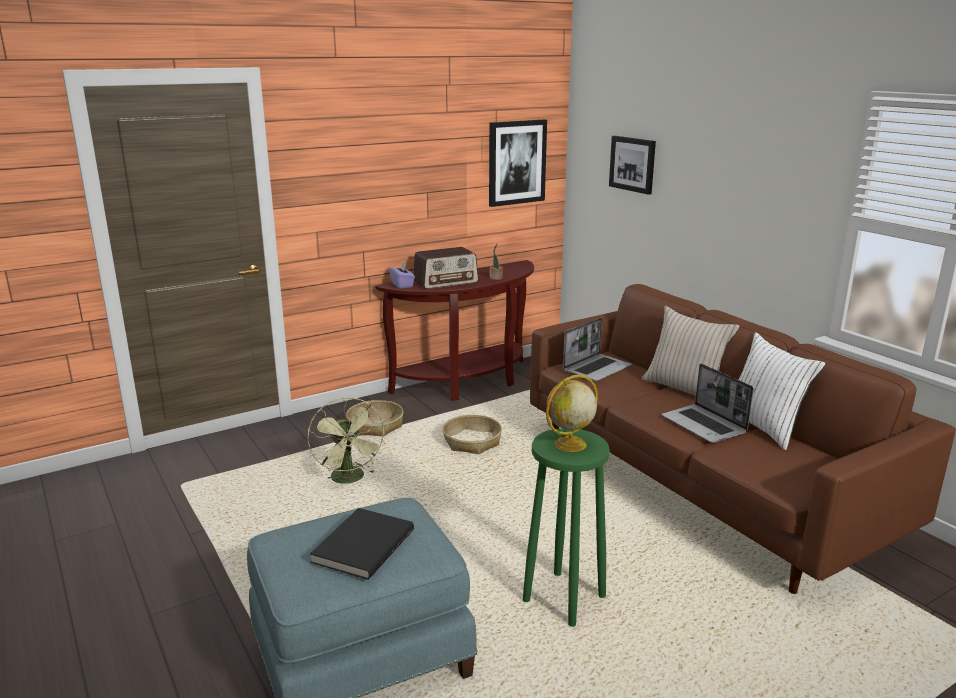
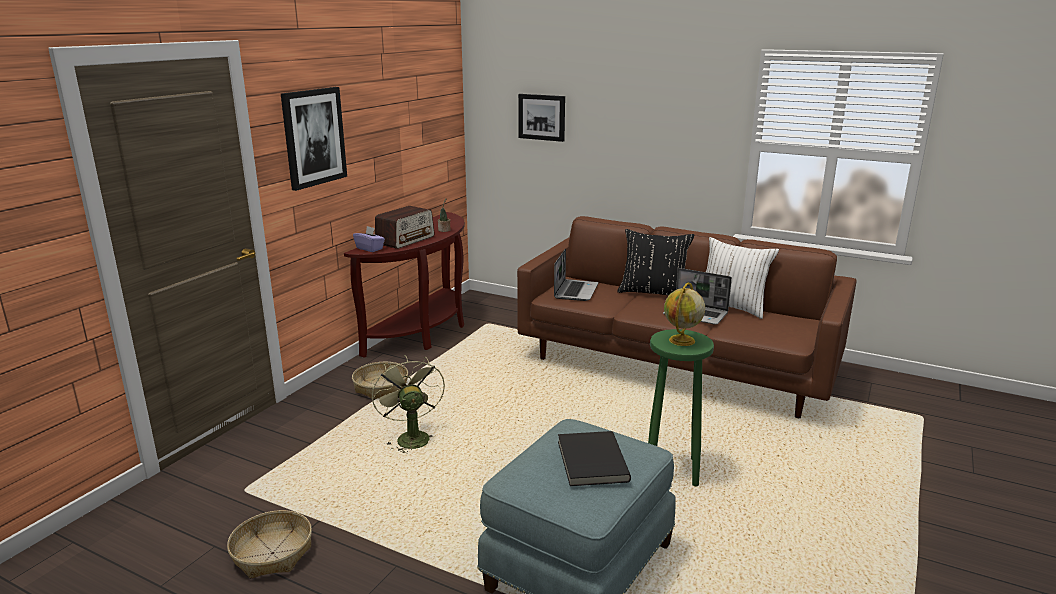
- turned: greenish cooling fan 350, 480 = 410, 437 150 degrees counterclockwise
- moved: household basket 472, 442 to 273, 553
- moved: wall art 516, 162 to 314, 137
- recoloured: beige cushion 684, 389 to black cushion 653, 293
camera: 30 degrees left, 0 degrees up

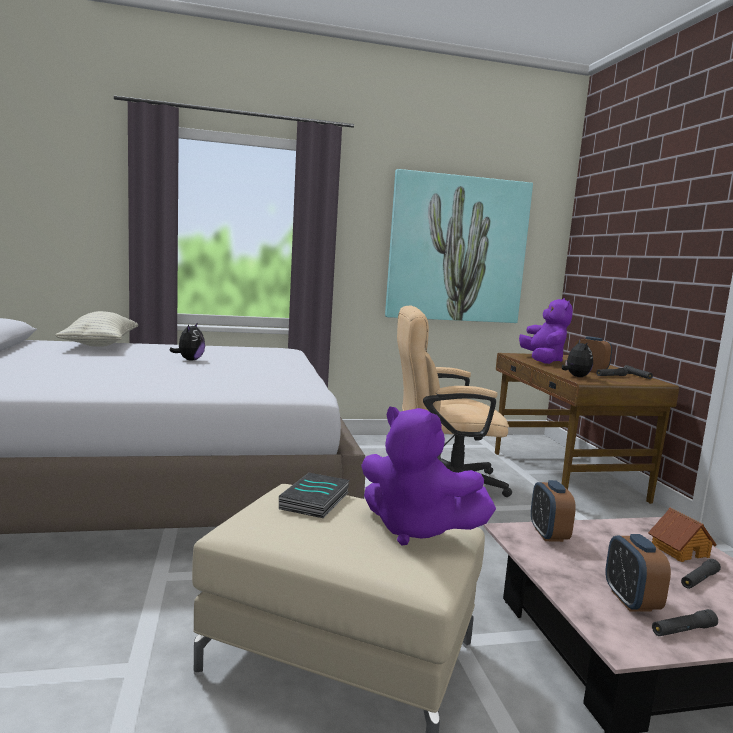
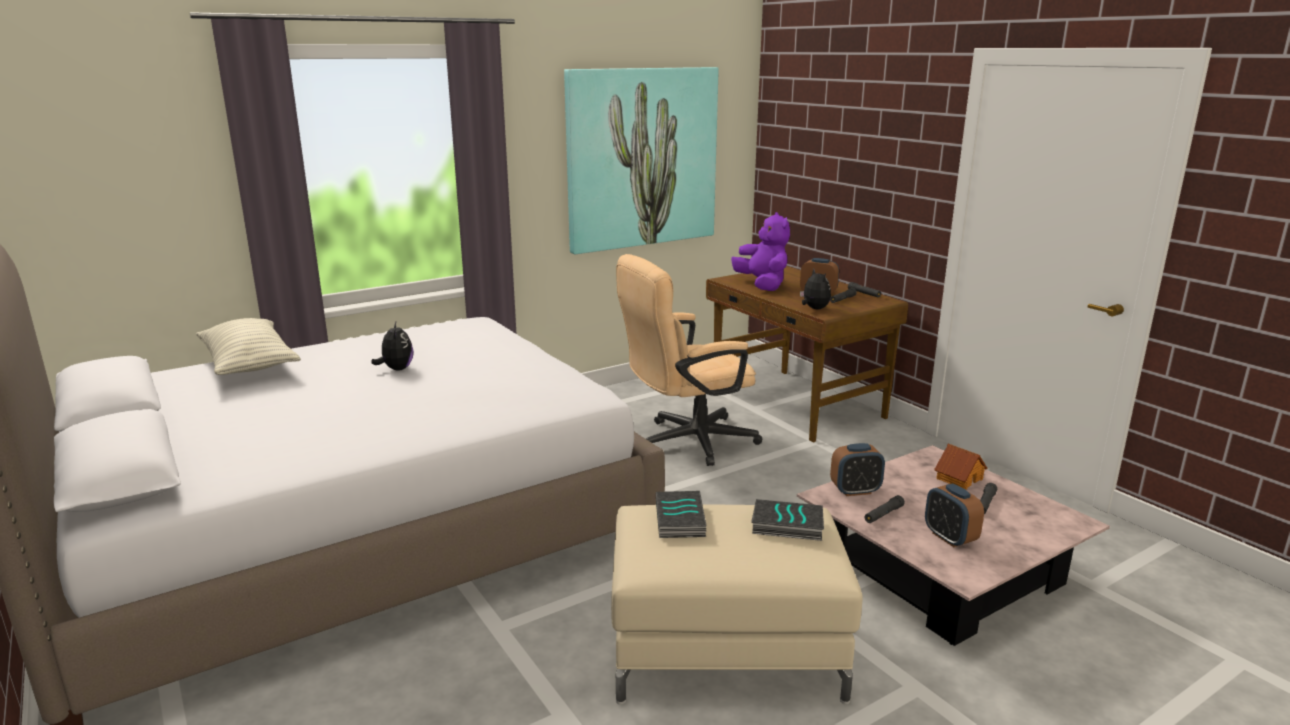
- replaced: purplish soft toy 416, 529 to volume 786, 526
- turned: alarm clock 548, 534 = 855, 491 75 degrees counterclockwise
- moved: black flashlight 683, 630 to 883, 514
camera: 20 degrees left, 10 degrees up

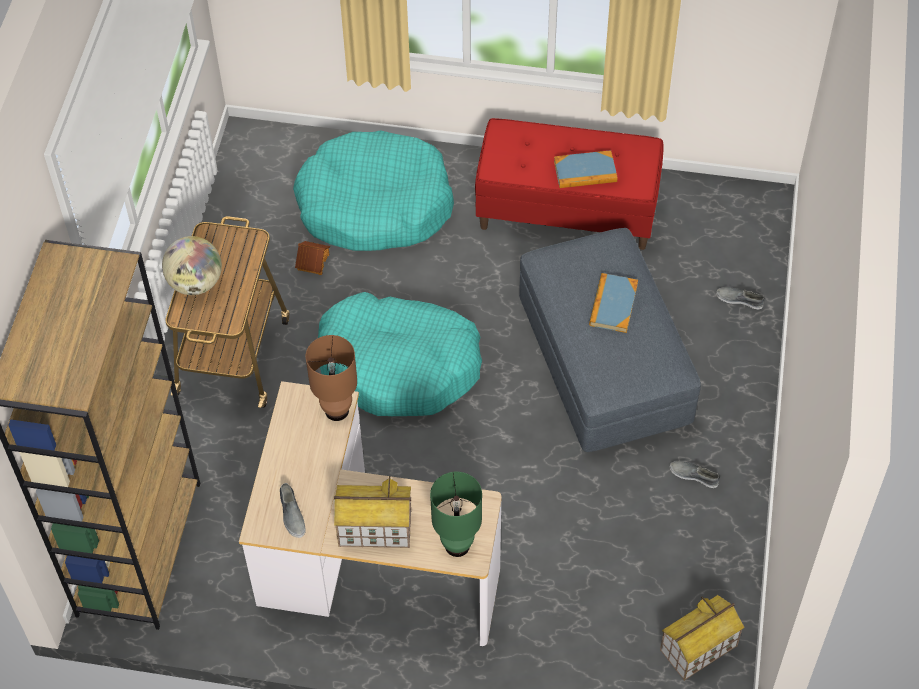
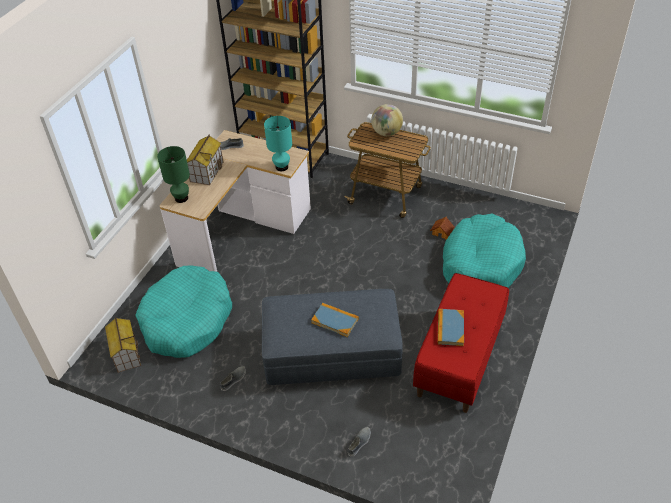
- recoloured: brownish table lamp 337, 411 to turquoise-coloured table lamp 281, 167
- moved: turquoise-coloured pet bed 399, 366 to 187, 320
camera: 105 degrees right, 10 degrees down

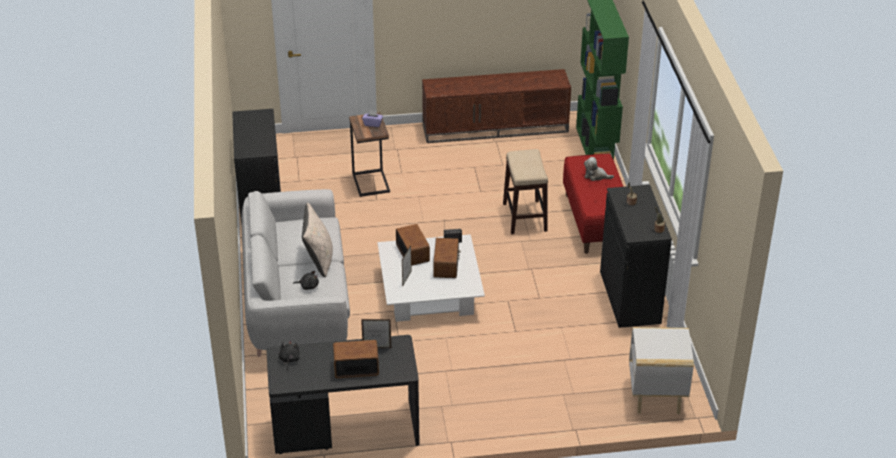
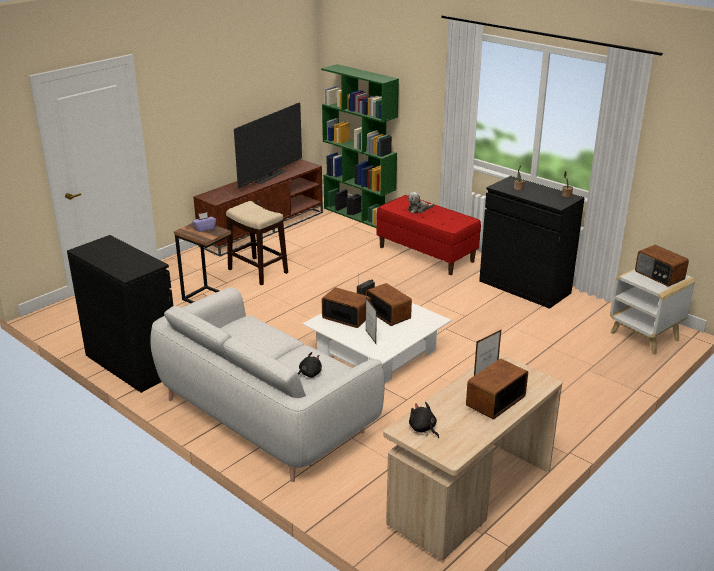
- recoloured: black desk 345, 429 to beige desk 469, 496
- removed: beige cushion 319, 260
- moved: stool seat 525, 217 to 258, 271
- added: television 270, 177
- added: radio receiver 659, 276
camera: 40 degrees left, 10 degrees down

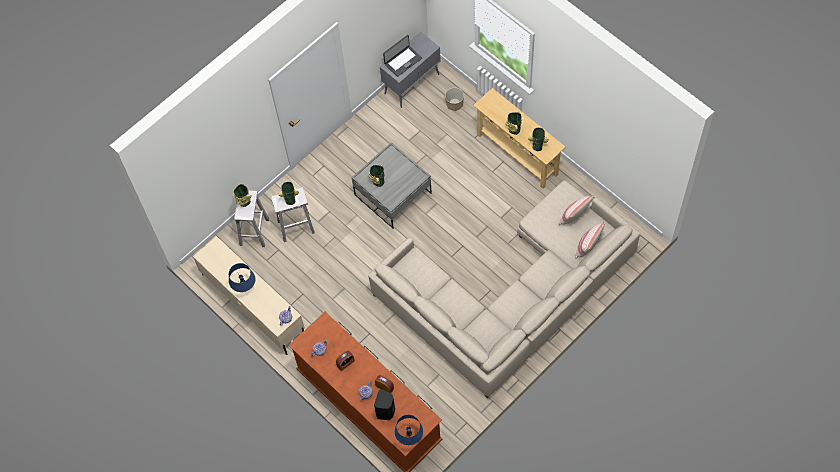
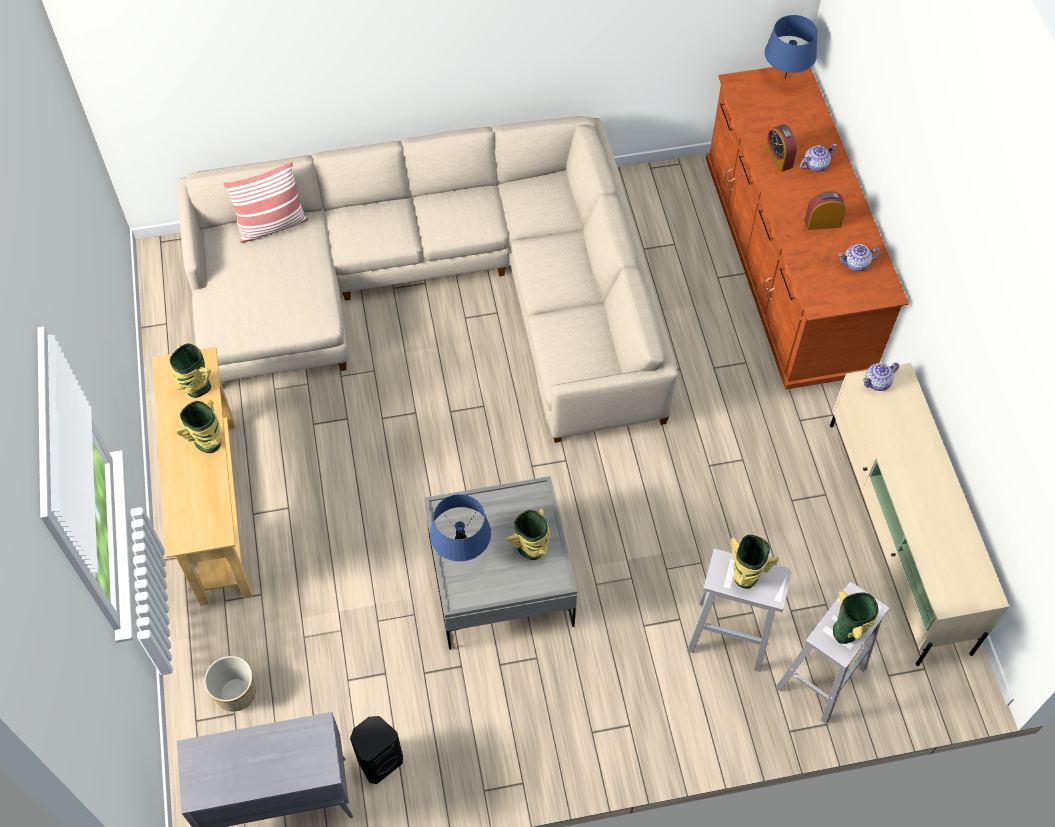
- moved: blue-coloured table lamp 244, 287 to 462, 551
- moved: black audio speaker 386, 411 to 379, 761
- removed: portable computer 402, 61
- removed: cushion 574, 216
camera: 150 degrees left, 5 degrees down

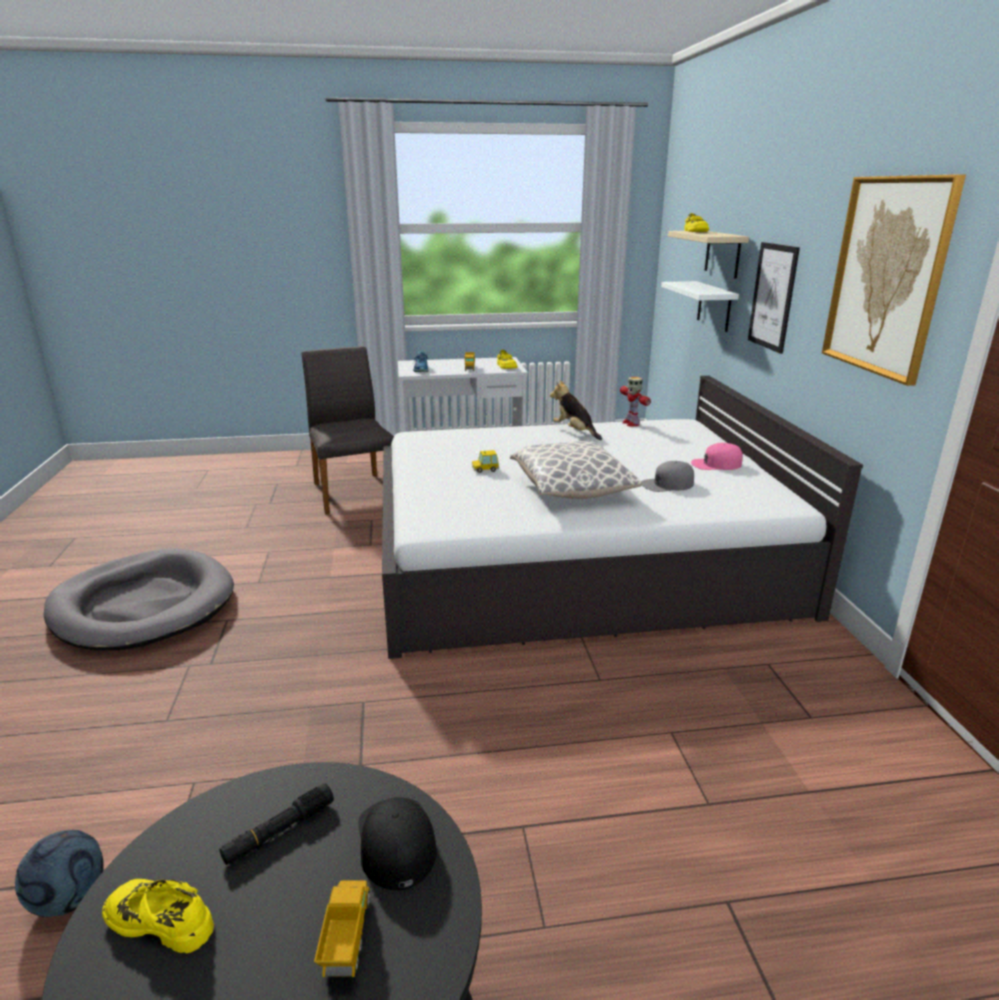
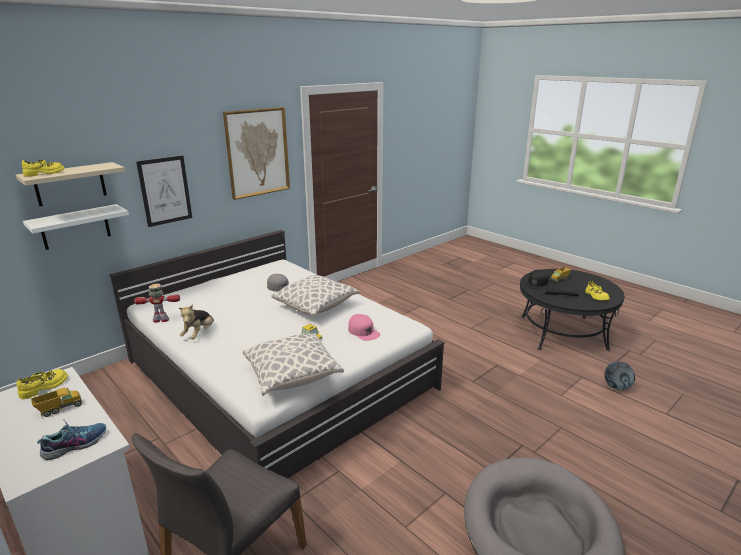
- turned: toy robot 631, 423 = 161, 320 135 degrees counterclockwise
- moved: pink cap 716, 464 to 363, 331
- added: cushion 292, 376
camera: 125 degrees left, 0 degrees up

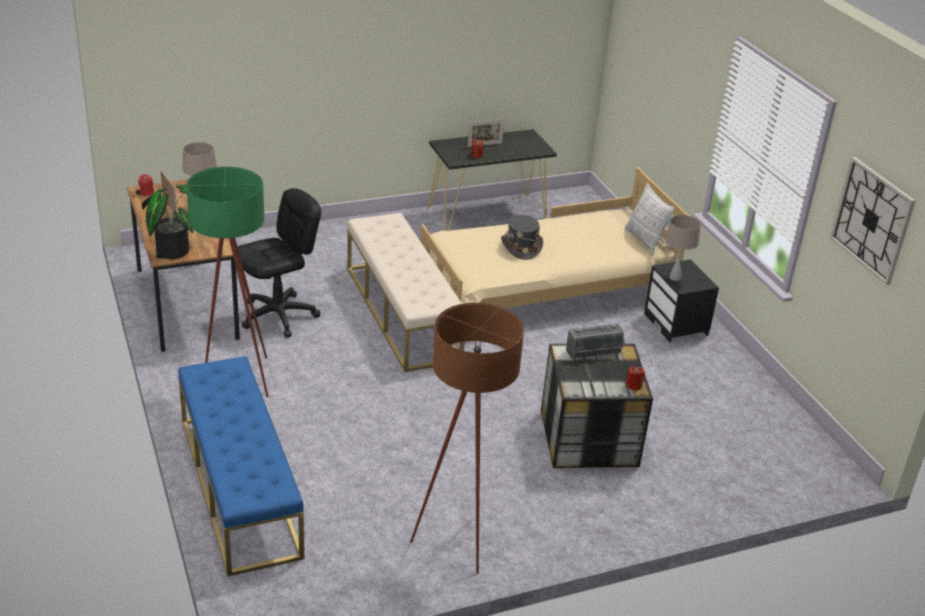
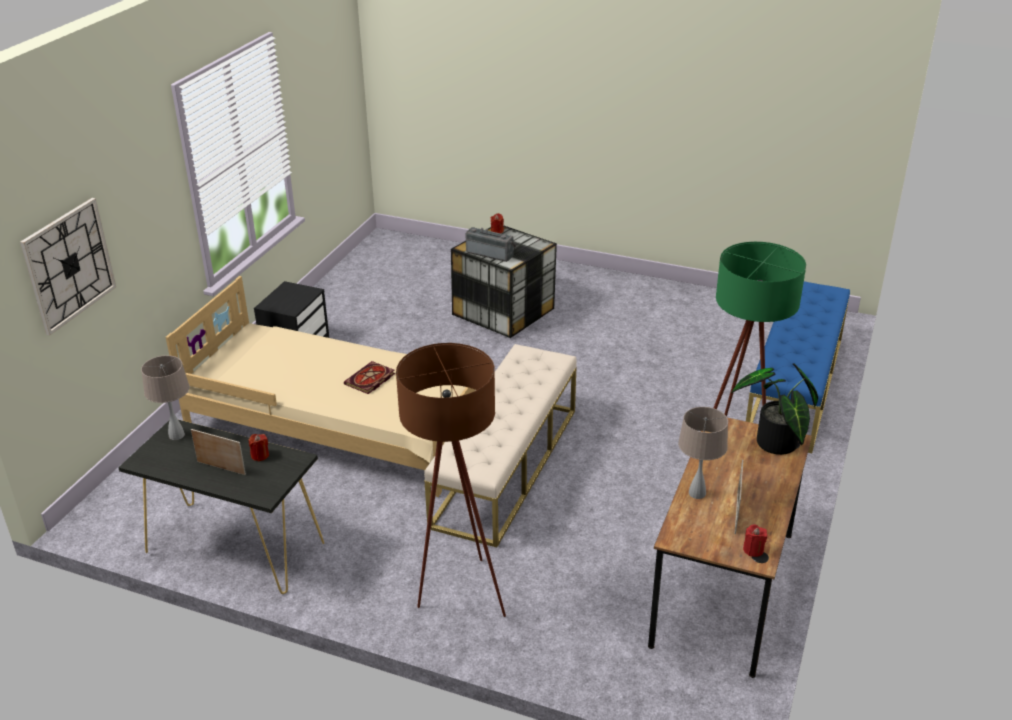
- removed: black desk chair 279, 315
- moved: brownish standing lamp 461, 536 to 457, 596
- replaced: grey wearable hat 521, 247 to volume 370, 380
- removed: cushion 645, 240
- moved: beige table lamp 675, 278 to 177, 435
- moved: clock on the wall 872, 220 to 69, 265
camera: 135 degrees left, 0 degrees up

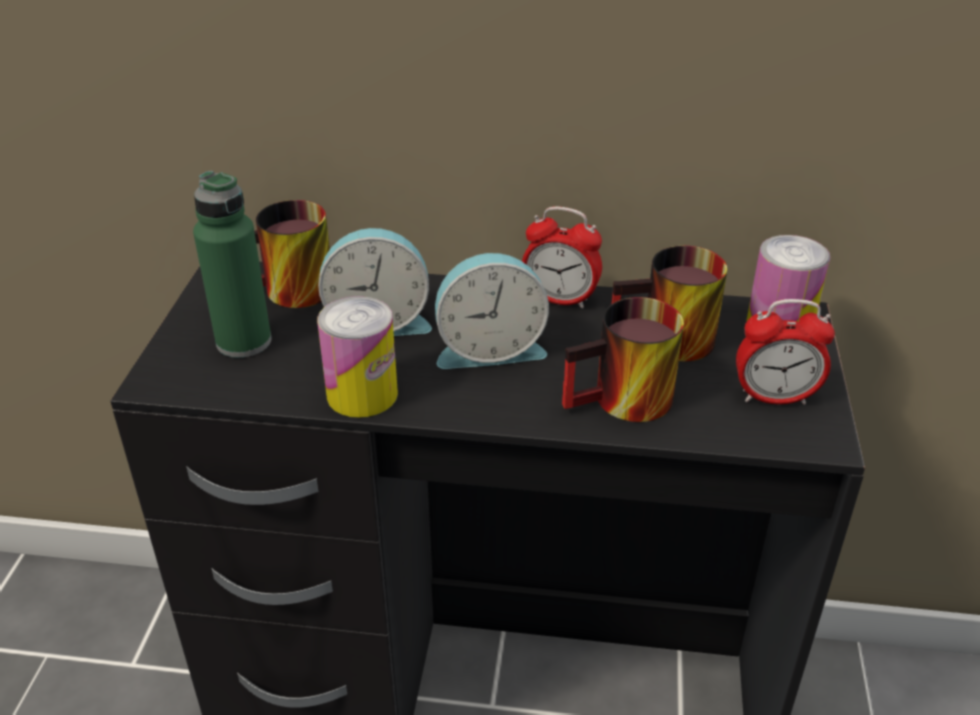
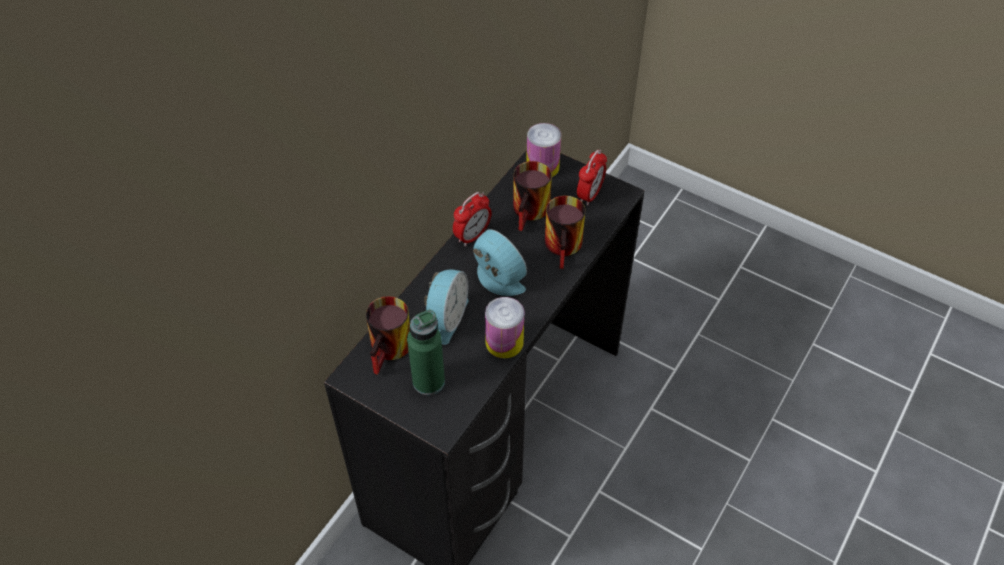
- turned: alarm clock 489, 348 = 496, 279 60 degrees counterclockwise
camera: 65 degrees left, 15 degrees up

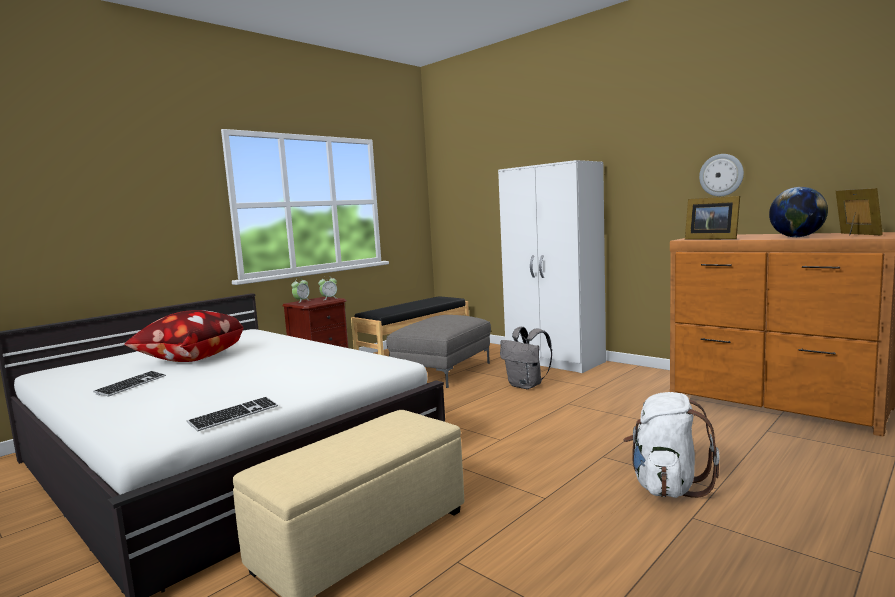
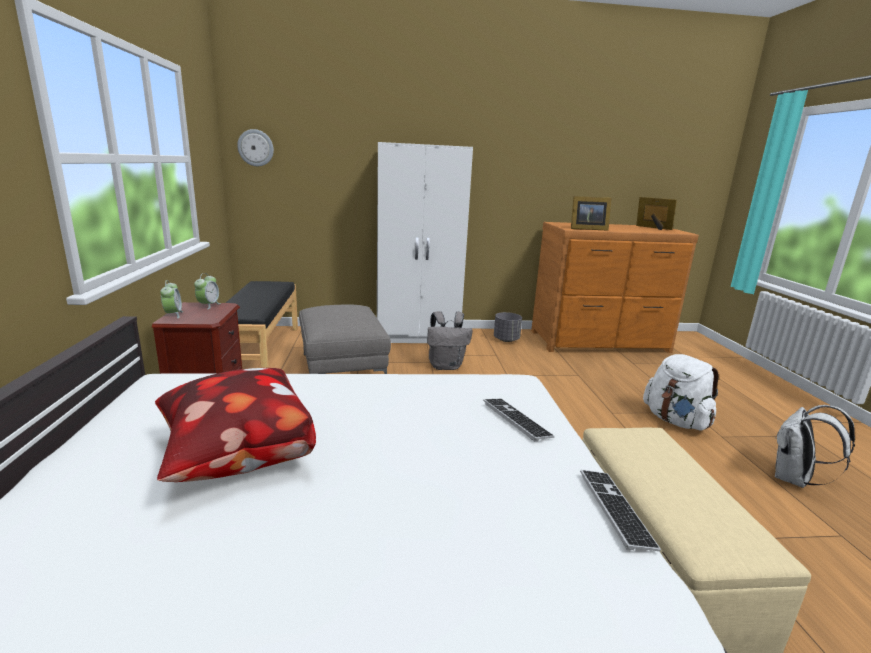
- moved: computer keyboard 131, 385 to 516, 420
- moved: clock on the wall 721, 175 to 255, 148
- removed: desk globe 796, 237
- added: grey planter 506, 340
- added: white-coloured rucksack 794, 480
camera: 50 degrees left, 10 degrees up

